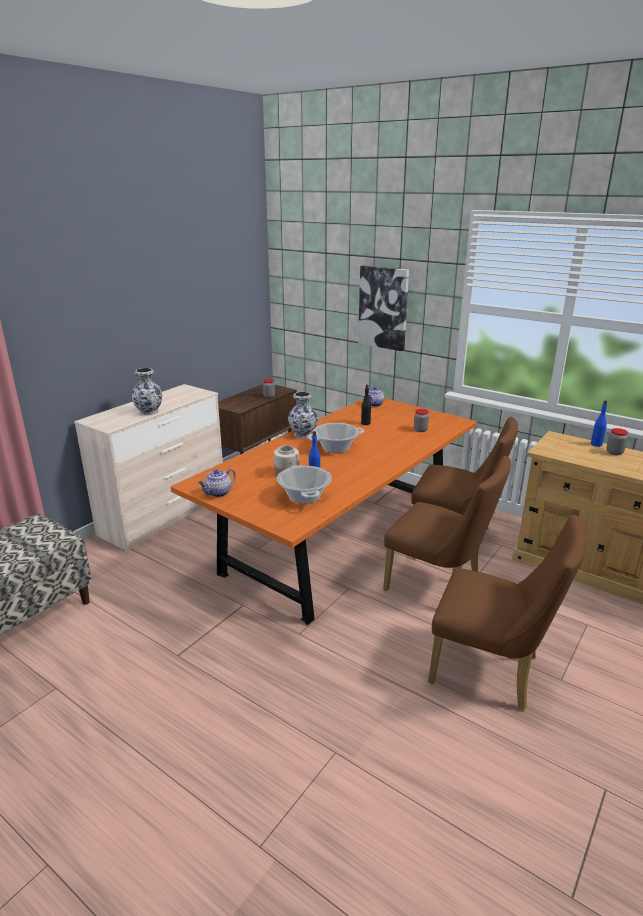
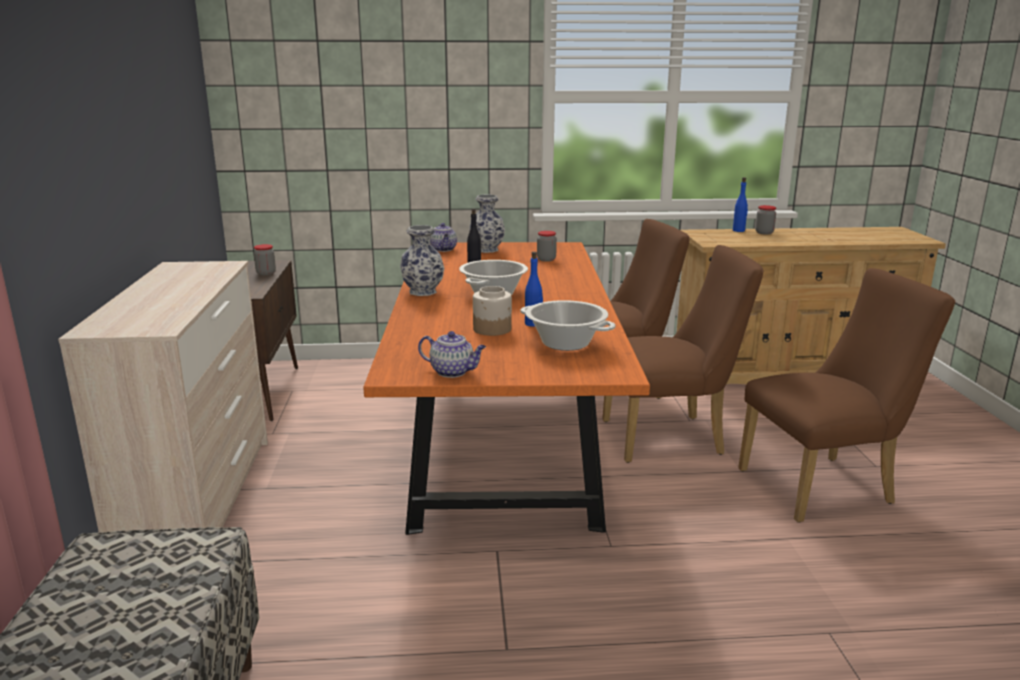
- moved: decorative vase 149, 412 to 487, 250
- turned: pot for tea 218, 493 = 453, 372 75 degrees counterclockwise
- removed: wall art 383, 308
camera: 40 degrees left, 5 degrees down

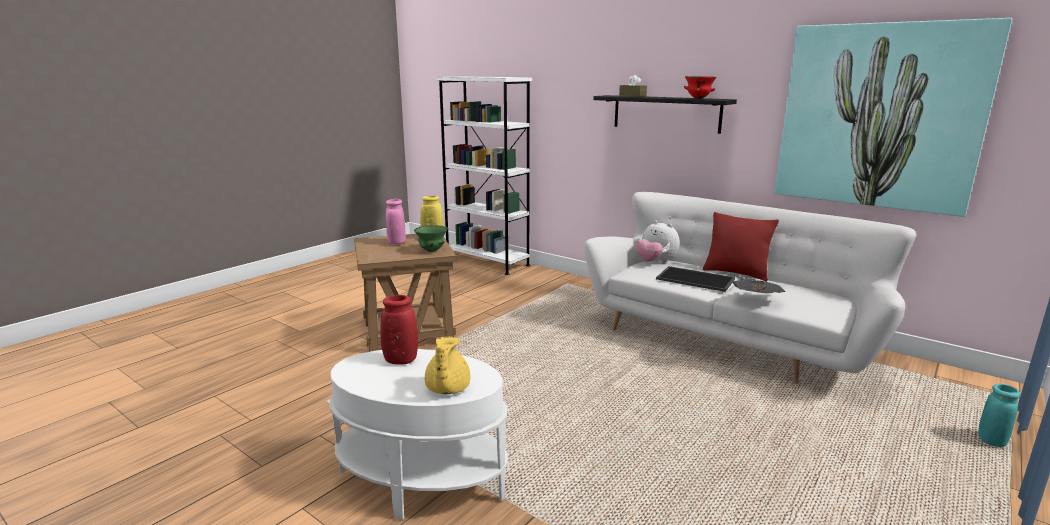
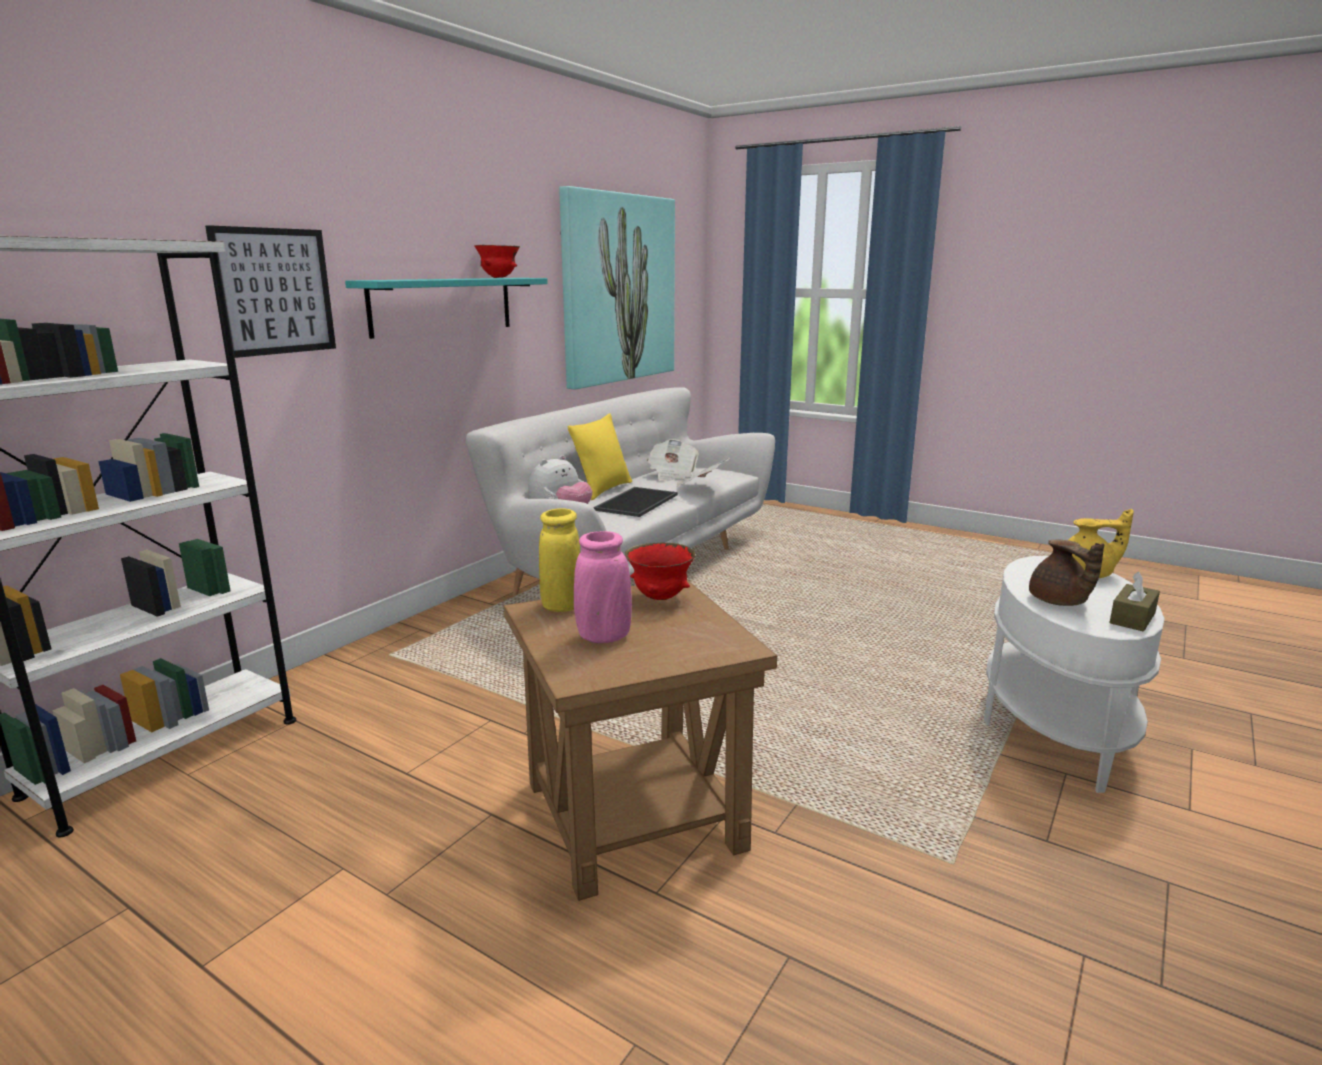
- replaced: red decorative vase 401, 360 to brownish pot for tea 1058, 602
- recoloured: greenish deep dish 432, 250 to red deep dish 660, 597
- recoloured: black bracket shelf 666, 113 to turquoise-coloured bracket shelf 443, 305
- moved: brownish box of tissues 632, 96 to 1132, 618
- recoloured: red cushion 736, 273 to yellowish cushion 603, 489
- removed: turquoise-coloured decorative vase 991, 441
- added: wall art 274, 291
- added: newspaper 672, 474
camera: 95 degrees left, 0 degrees up

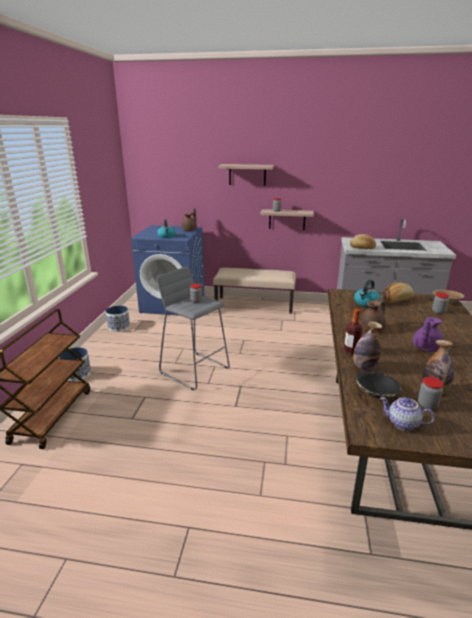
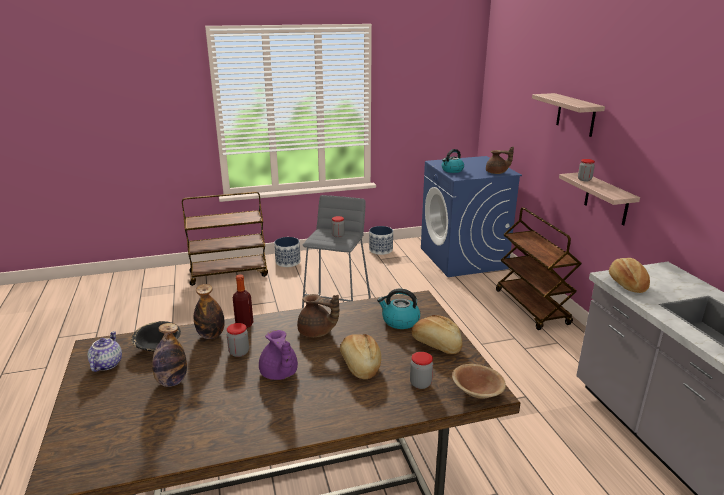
- replaced: beige bench 255, 305 to brownish trolley 532, 307
- turned: purplish pot for tea 425, 348 = 279, 373 135 degrees counterclockwise
- moved: preserve jar 427, 405 to 239, 352
- added: bakery bread 359, 365
camera: 65 degrees right, 0 degrees up

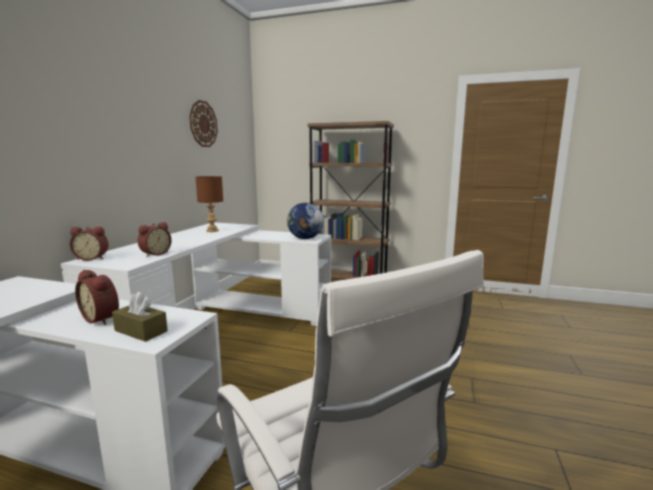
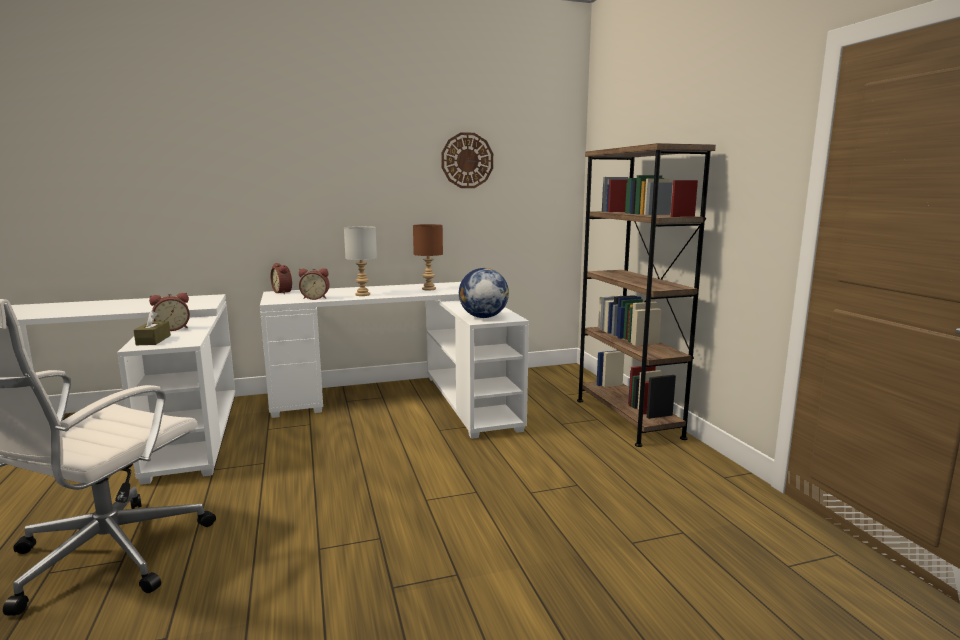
- turned: alarm clock 103, 318 = 172, 329 120 degrees counterclockwise
- added: grey table lamp 362, 294
camera: 55 degrees right, 0 degrees up

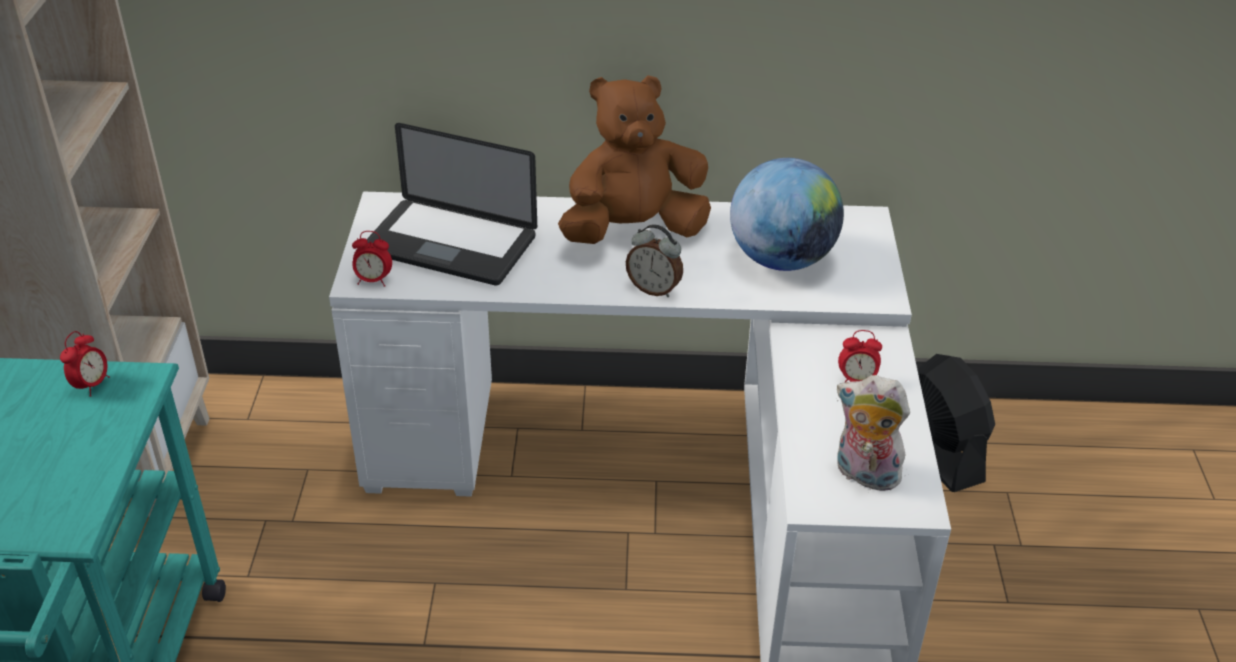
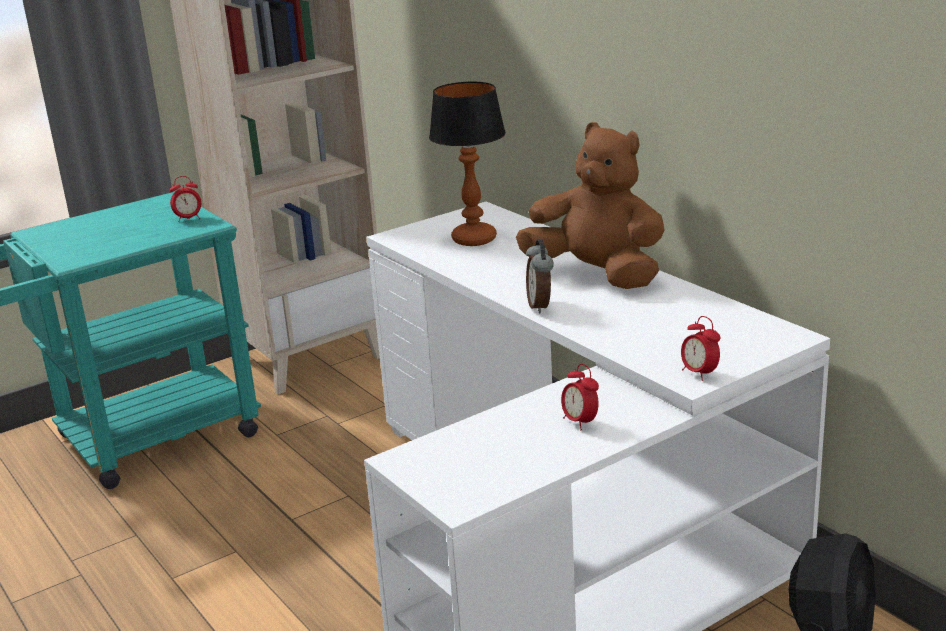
- moved: alarm clock 373, 280 to 699, 373
- replaced: portable computer 450, 244 to table lamp 475, 239
- removed: desk globe 781, 259
- removed: soft toy 864, 475
camera: 55 degrees right, 15 degrees down

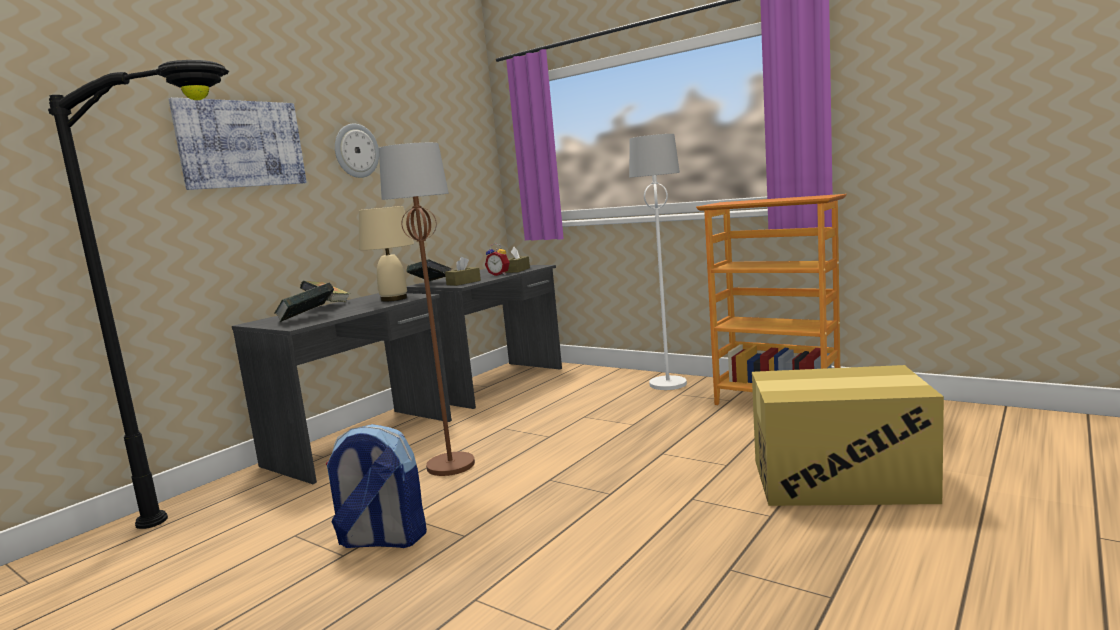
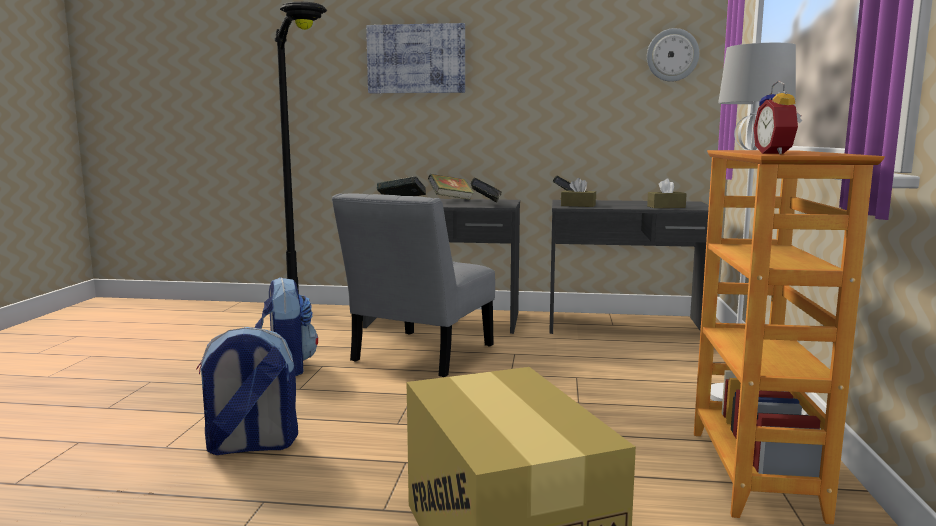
- moved: clock on the wall 356, 151 to 672, 55
- replaced: beige table lamp 394, 299 to volume 486, 204
- replaced: brownish standing lamp 450, 466 to grey upright chair 419, 355
- moved: alarm clock 499, 274 to 776, 153
- added: rucksack 250, 446
camera: 60 degrees right, 0 degrees up

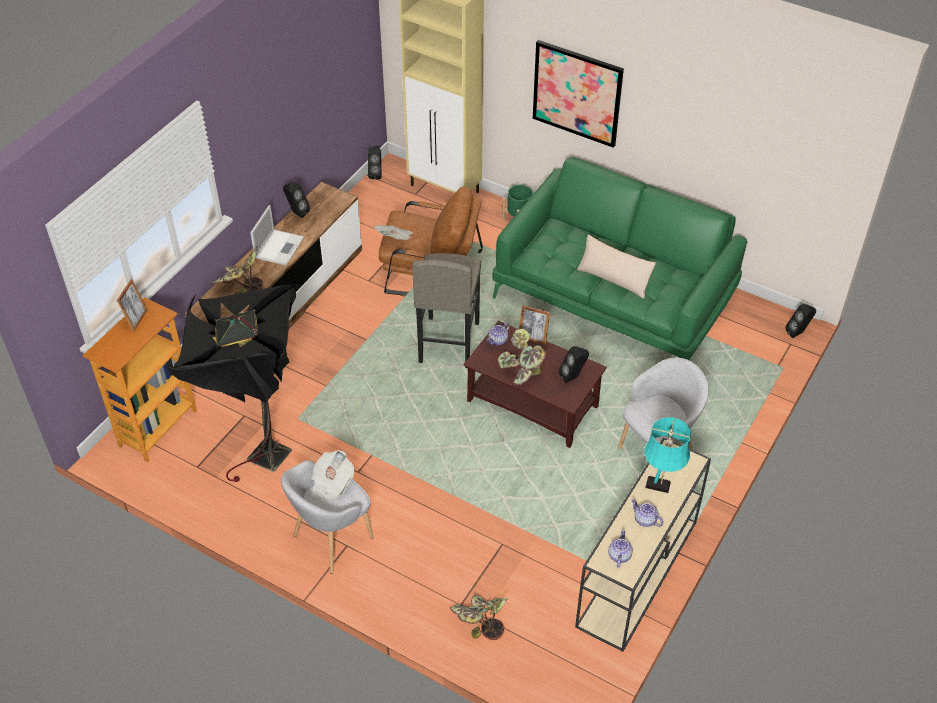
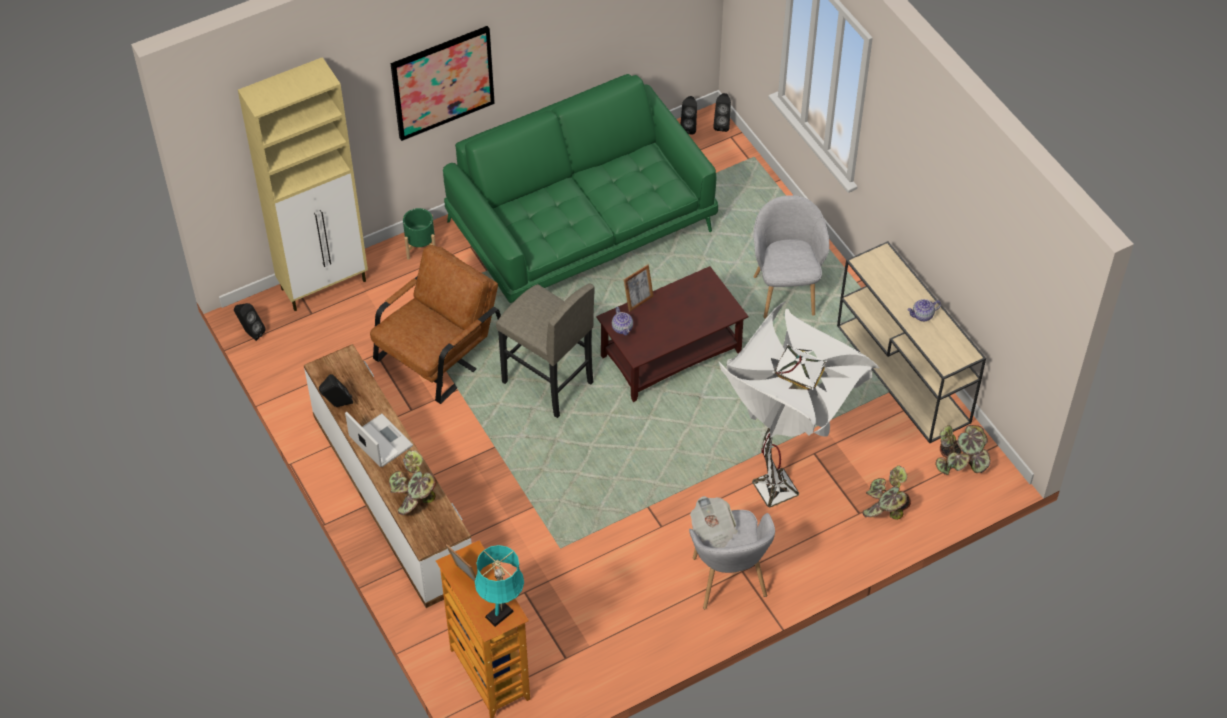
- removed: black standing lamp 261, 450
- removed: newspaper 395, 239
- moved: plant in a pot 522, 371 to 960, 461
- moved: black audio speaker 573, 377 to 688, 127
- removed: beige cushion 614, 278
- removed: pot for tea 619, 555
- moved: turquoise-coloured table lamp 660, 486 to 501, 612
- added: white-coloured standing lamp 786, 484
camera: 60 degrees left, 5 degrees up

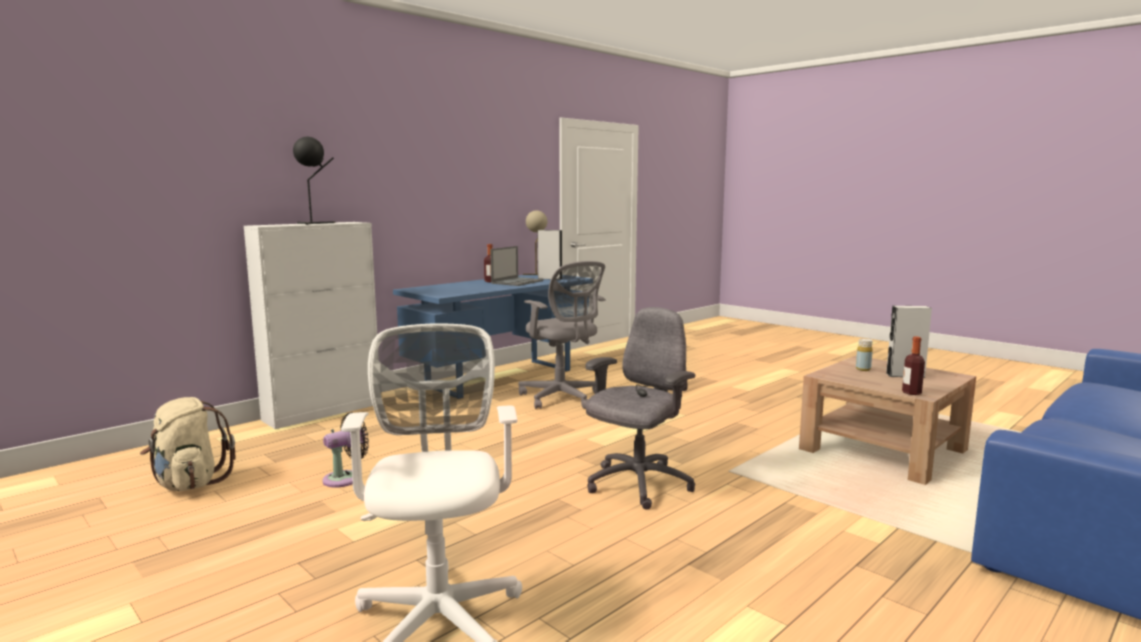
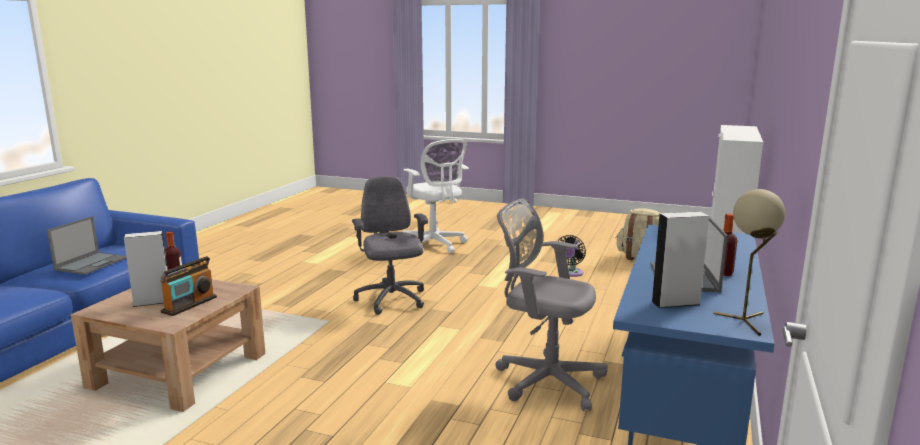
- removed: black table lamp 314, 223
- turned: grey desk chair 637, 485 = 391, 300 150 degrees clockwise
- replaced: yellowish bottle 863, 369 to radio receiver 189, 305
- added: portable computer 92, 263
camera: 155 degrees right, 5 degrees up

